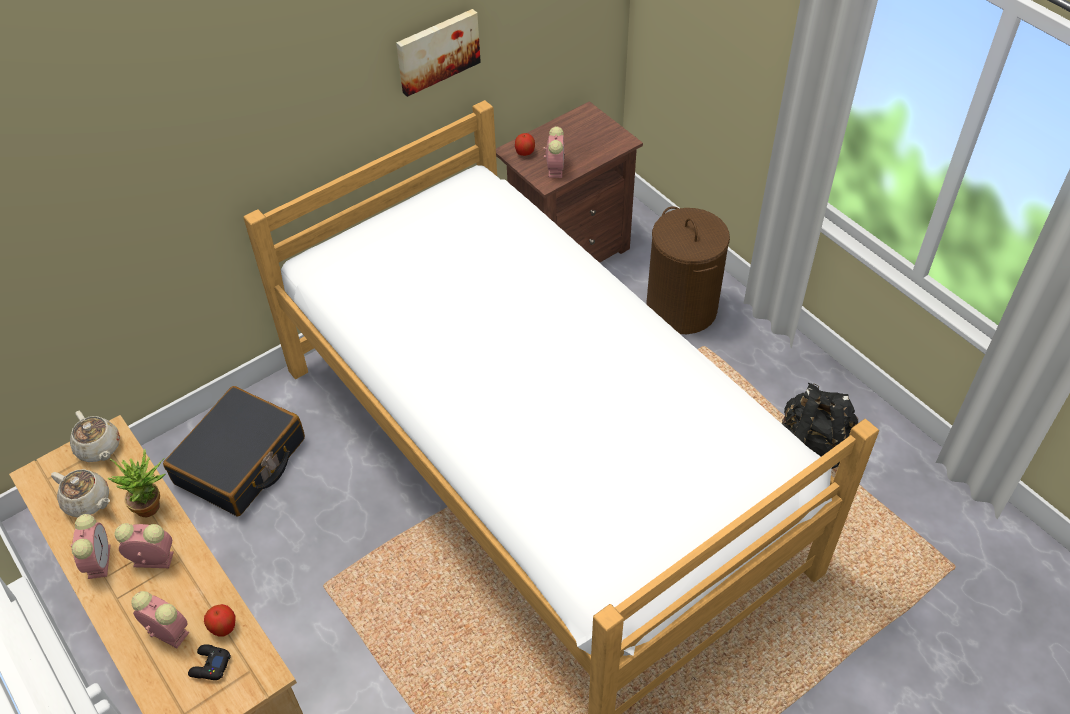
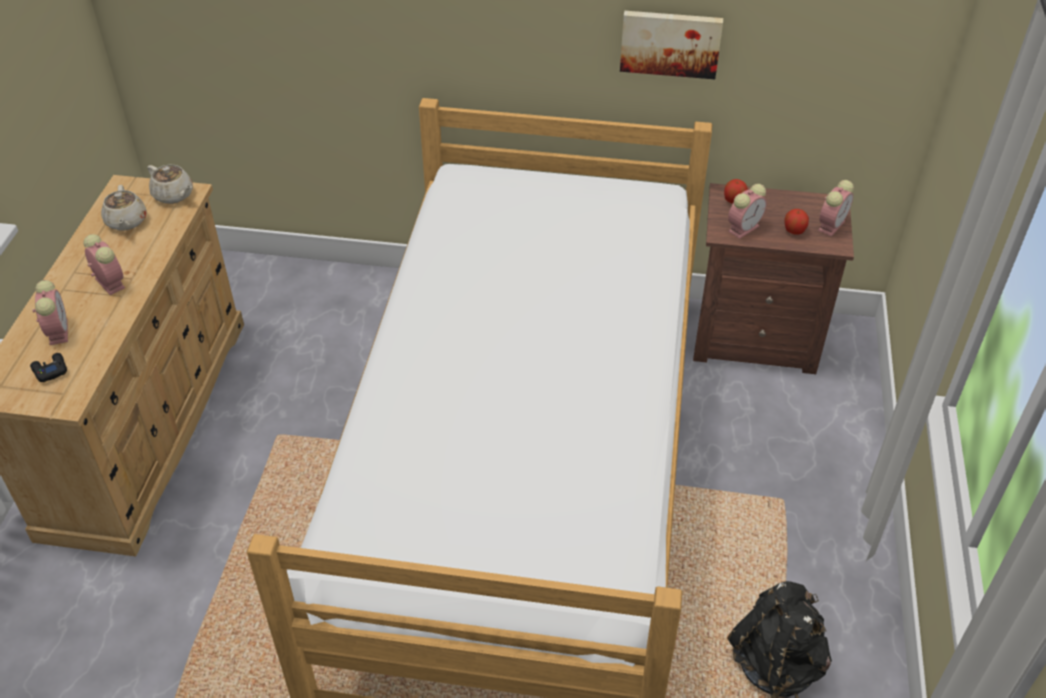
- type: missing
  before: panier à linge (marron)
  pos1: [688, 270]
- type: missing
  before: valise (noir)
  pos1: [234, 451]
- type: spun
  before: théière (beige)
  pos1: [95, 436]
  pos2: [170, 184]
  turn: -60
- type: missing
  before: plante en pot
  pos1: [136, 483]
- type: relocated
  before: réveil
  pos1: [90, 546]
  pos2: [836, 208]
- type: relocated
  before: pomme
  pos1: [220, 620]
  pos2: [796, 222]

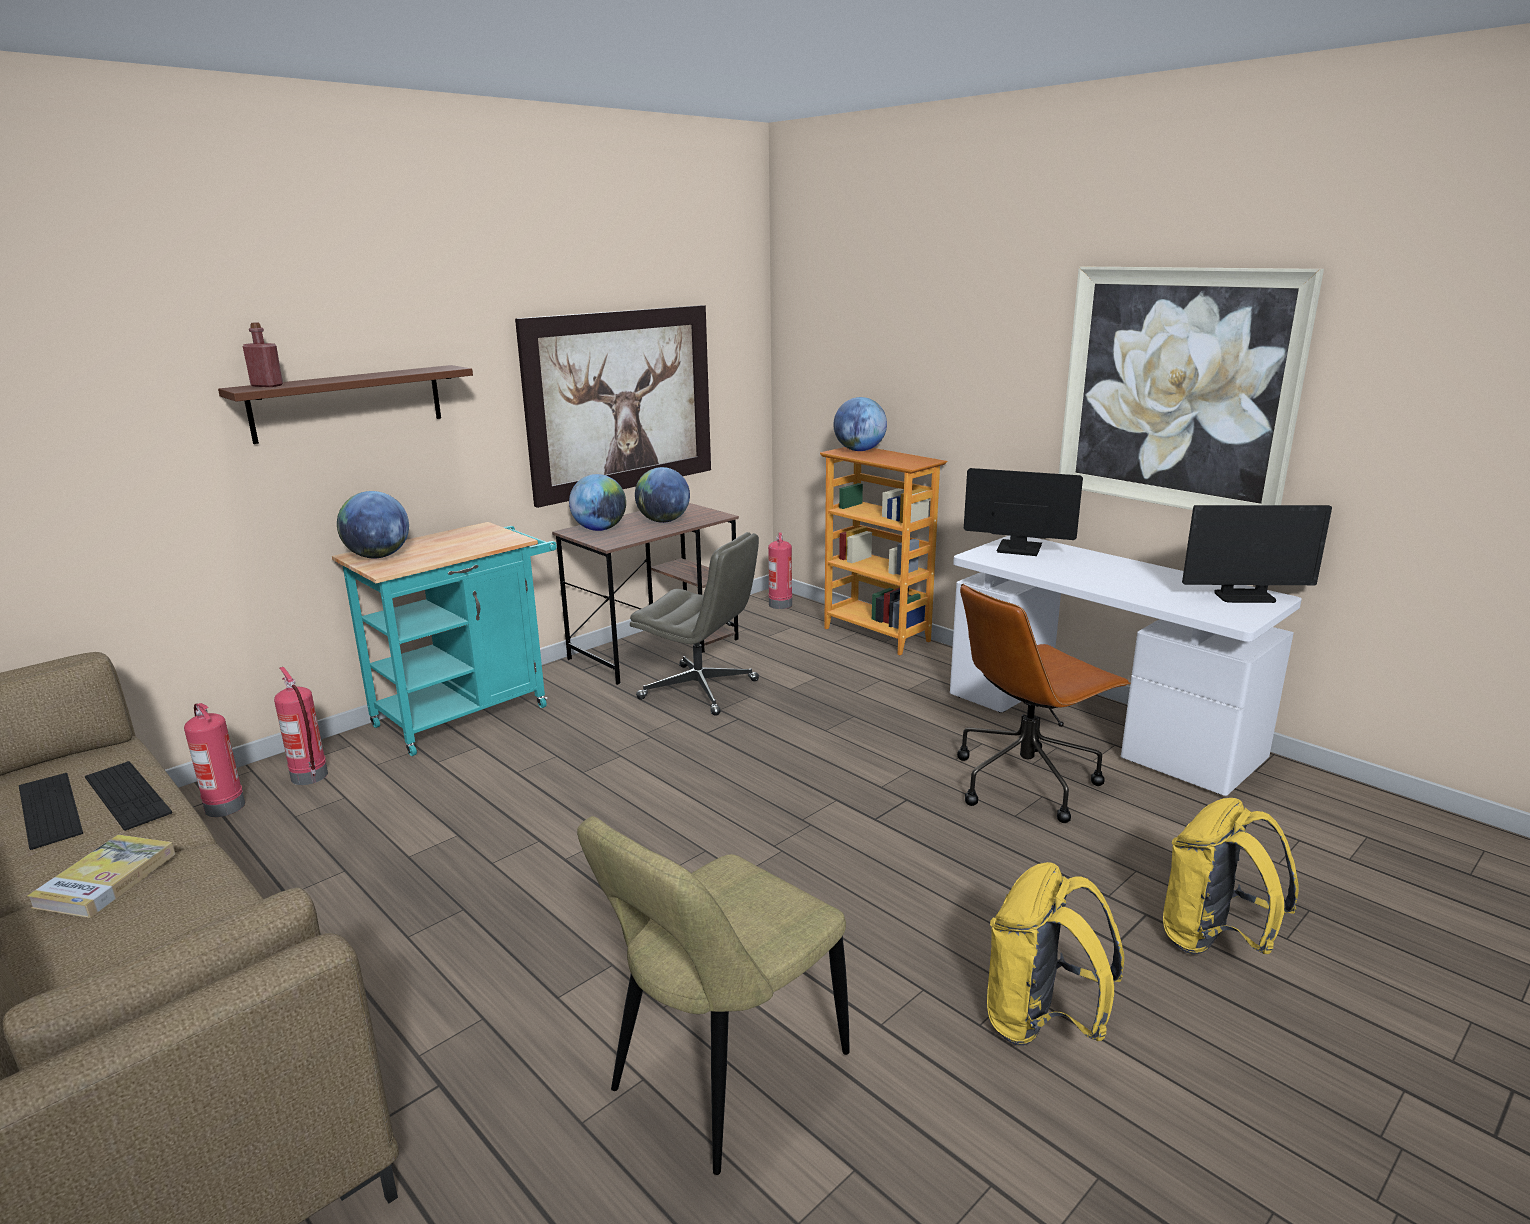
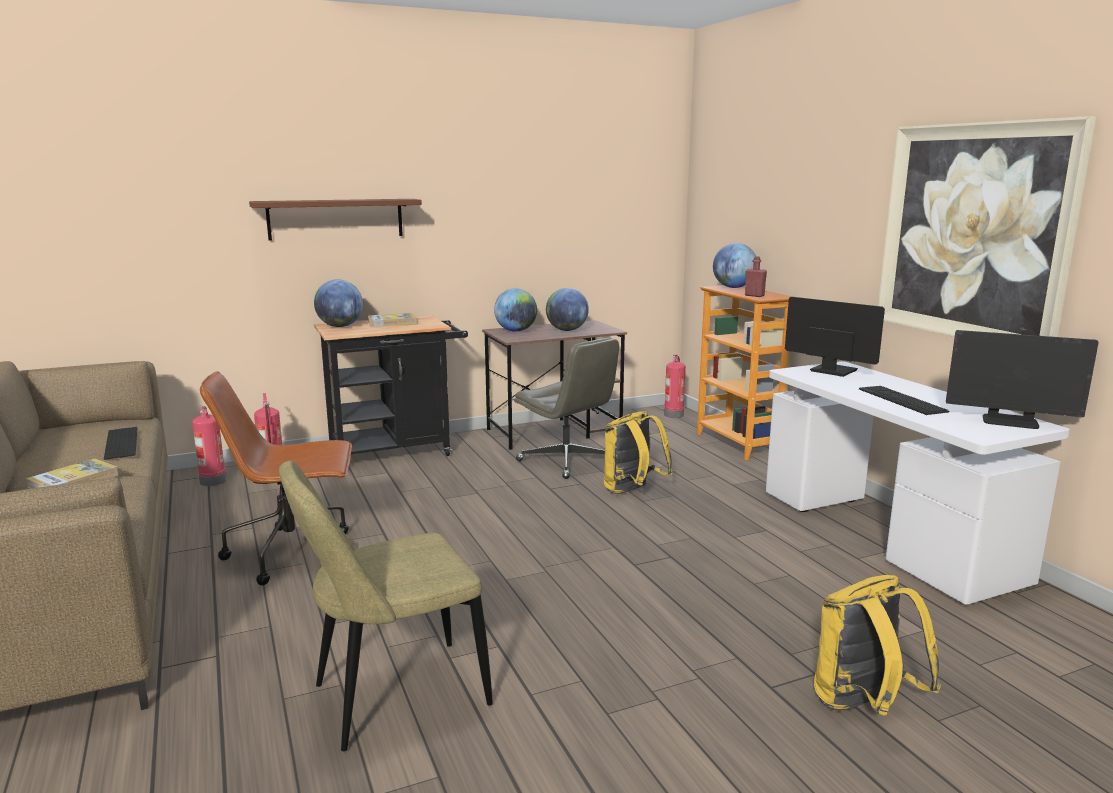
- type: missing
  before: tableau
  pos1: [613, 406]
- type: relocated
  before: bouteille (rouge)
  pos1: [263, 354]
  pos2: [756, 276]
- type: colour
  before: chariot (turquoise)
  after: chariot (noir)
  pos1: [444, 639]
  pos2: [391, 385]
- type: relocated
  before: chaise de bureau (marron)
  pos1: [1044, 703]
  pos2: [276, 478]
- type: relocated
  before: clavier
  pos1: [51, 811]
  pos2: [904, 400]
- type: relocated
  before: sac à dos (jaune)
  pos1: [1055, 954]
  pos2: [639, 452]
- type: appeared
  after: livre
  pos2: [392, 320]

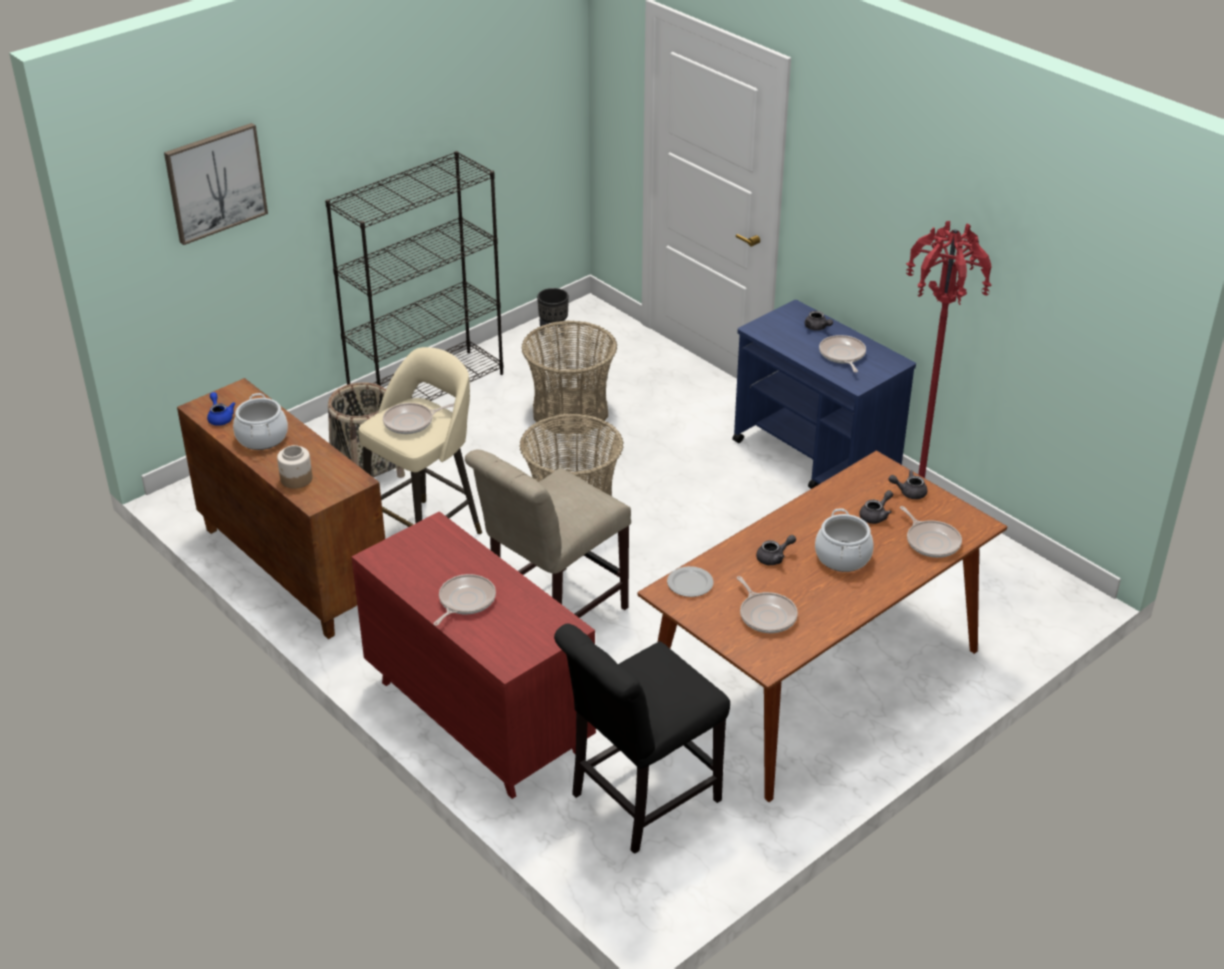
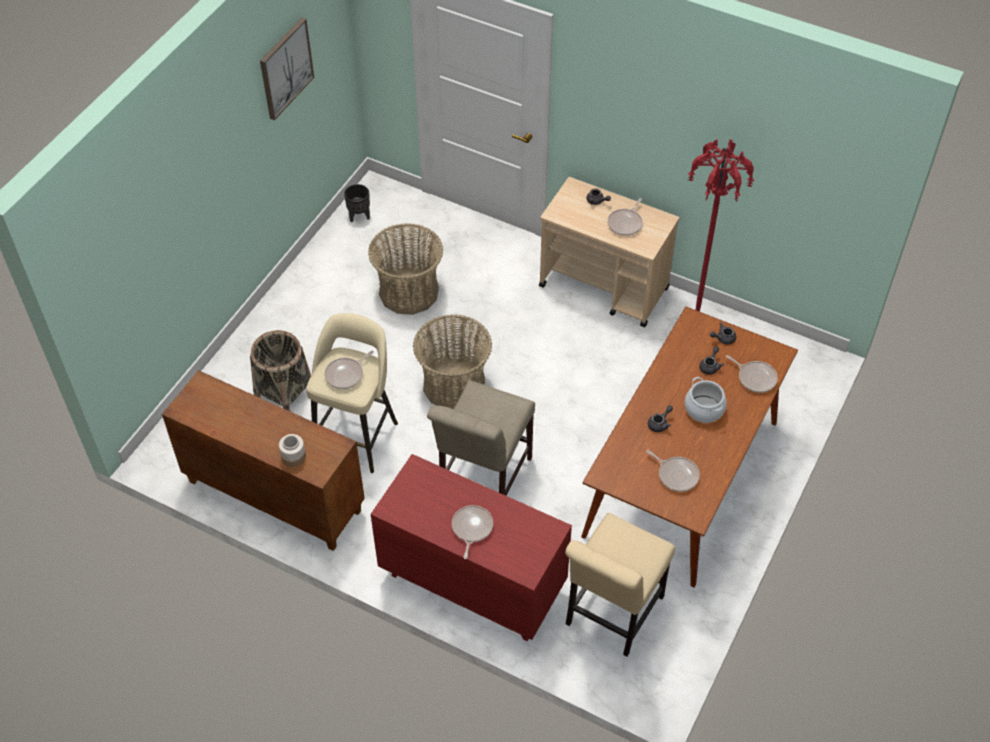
- type: relocated
  before: tableau
  pos1: [216, 184]
  pos2: [287, 69]
- type: missing
  before: bibliothèque (noir)
  pos1: [414, 276]
- type: colour
  before: chariot (bleu)
  after: chariot (beige)
  pos1: [824, 394]
  pos2: [609, 252]
- type: spun
  before: poêle
  pos1: [842, 353]
  pos2: [625, 217]
  turn: -120
- type: missing
  before: théière (bleu)
  pos1: [221, 409]
- type: missing
  before: marmite
  pos1: [260, 421]
- type: missing
  before: assiette
  pos1: [690, 581]
- type: colour
  before: chaise (noir)
  after: chaise (beige)
  pos1: [642, 739]
  pos2: [620, 585]

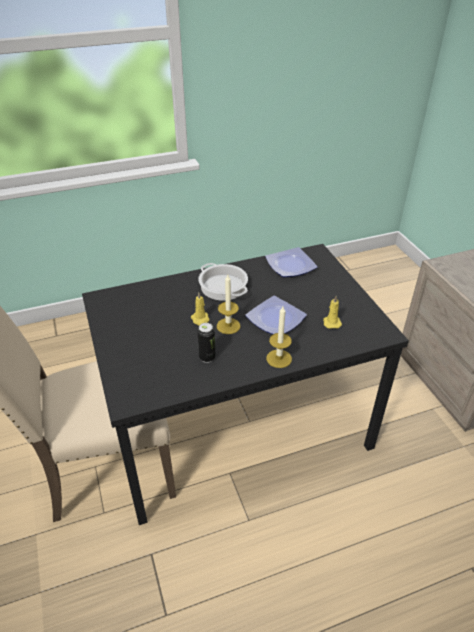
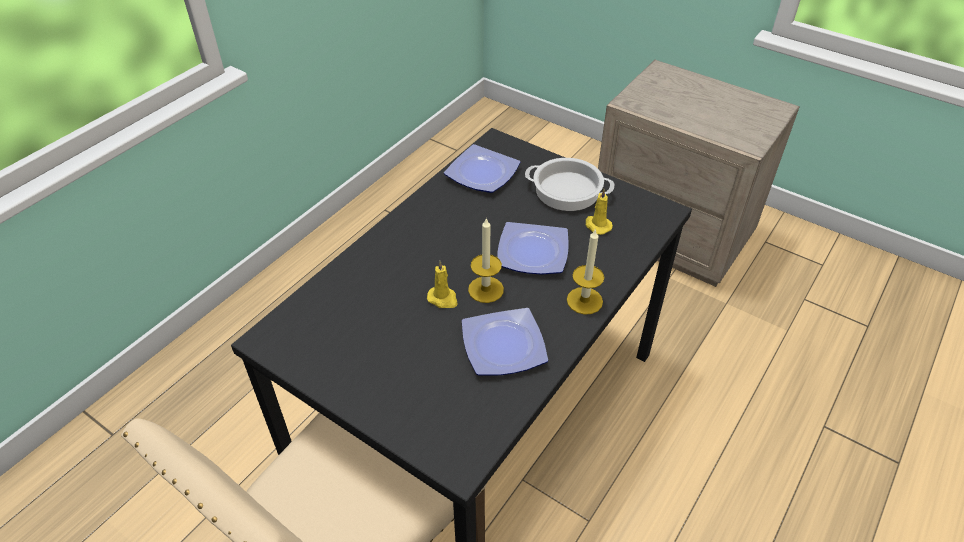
- type: relocated
  before: marmite
  pos1: [223, 282]
  pos2: [569, 184]
- type: exchanged
  before: boîte métallique
  after: assiette
  pos1: [206, 343]
  pos2: [505, 341]

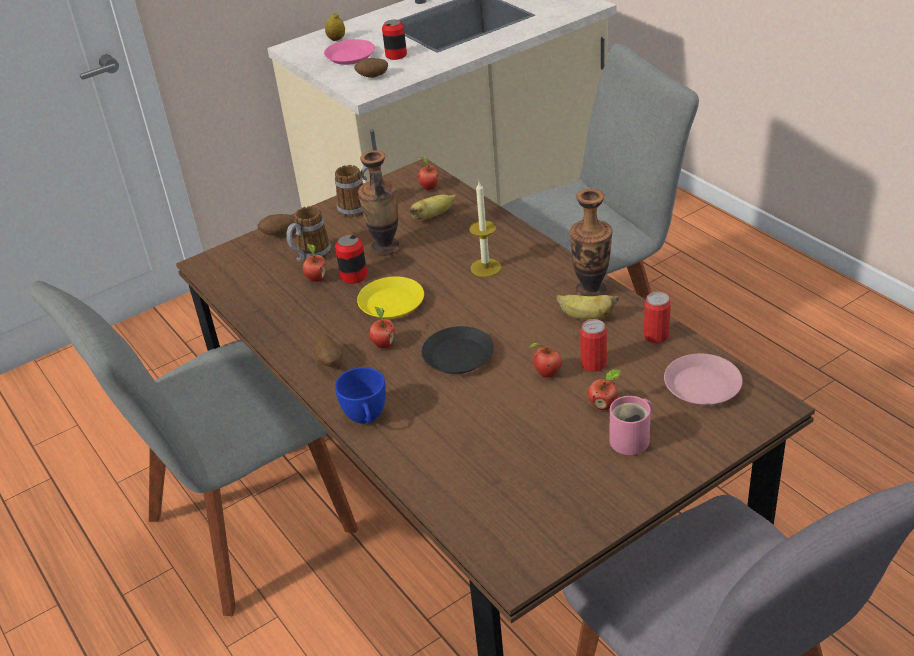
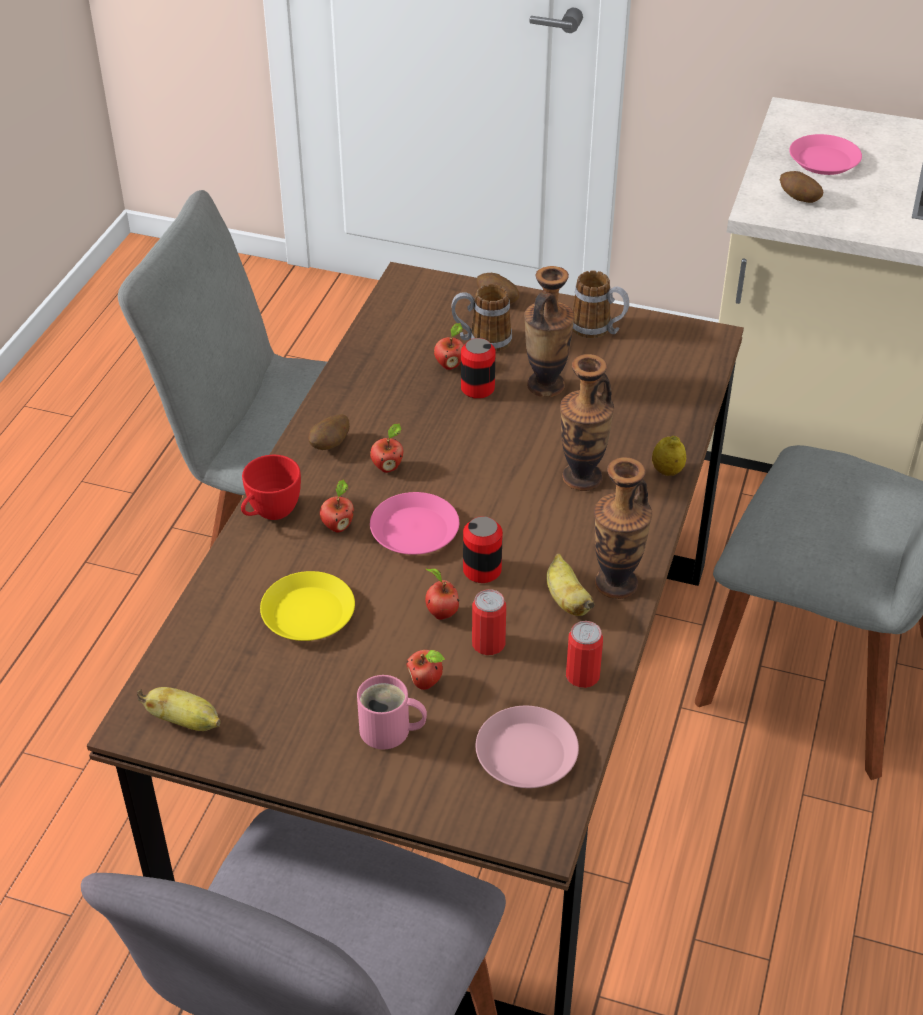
- type: relocated
  before: citron
  pos1: [335, 27]
  pos2: [669, 456]
- type: relocated
  before: boîte métallique
  pos1: [394, 40]
  pos2: [483, 549]
- type: relocated
  before: pomme
  pos1: [428, 173]
  pos2: [337, 506]
- type: exchanged
  before: bougie
  after: vase
  pos1: [485, 229]
  pos2: [587, 422]
- type: relocated
  before: banane
  pos1: [432, 207]
  pos2: [178, 709]
- type: relocated
  before: assiette (jaune)
  pos1: [390, 298]
  pos2: [307, 606]
- type: colour
  before: assiette (noir)
  after: assiette (rose)
  pos1: [458, 350]
  pos2: [414, 523]
- type: colour
  before: tasse (bleu)
  after: tasse (rouge)
  pos1: [360, 395]
  pos2: [271, 487]

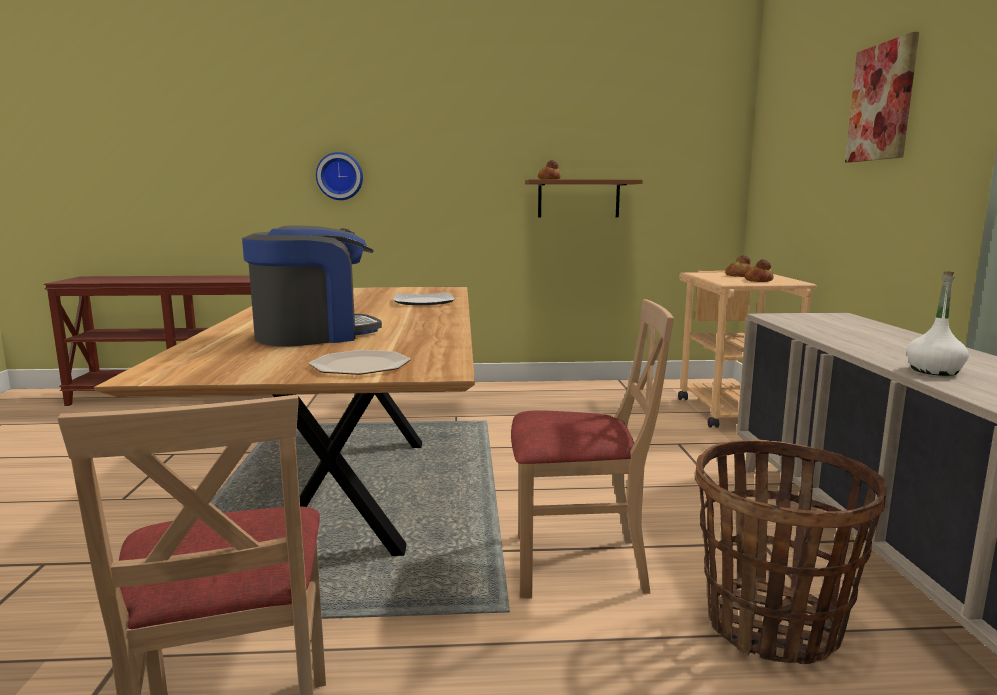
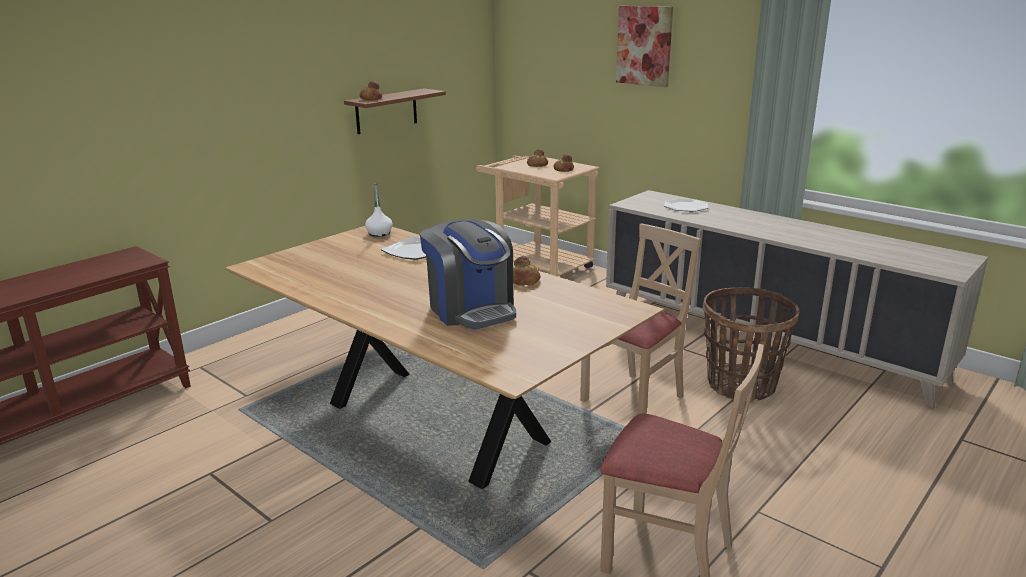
- type: missing
  before: horloge murale
  pos1: [339, 176]
- type: spun
  before: machine à café
  pos1: [312, 286]
  pos2: [468, 274]
  turn: 135
- type: relocated
  before: bouteille (blanc)
  pos1: [938, 324]
  pos2: [379, 210]
- type: relocated
  before: assiette
  pos1: [360, 362]
  pos2: [686, 205]
- type: appeared
  after: pain
  pos2: [527, 270]

